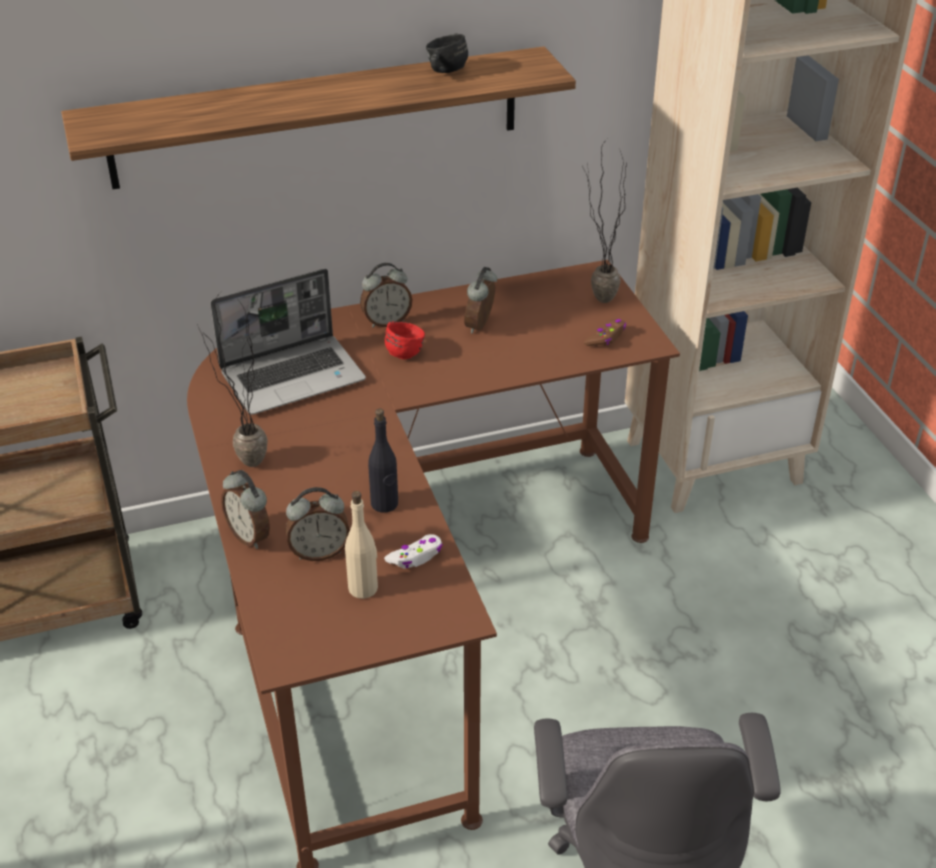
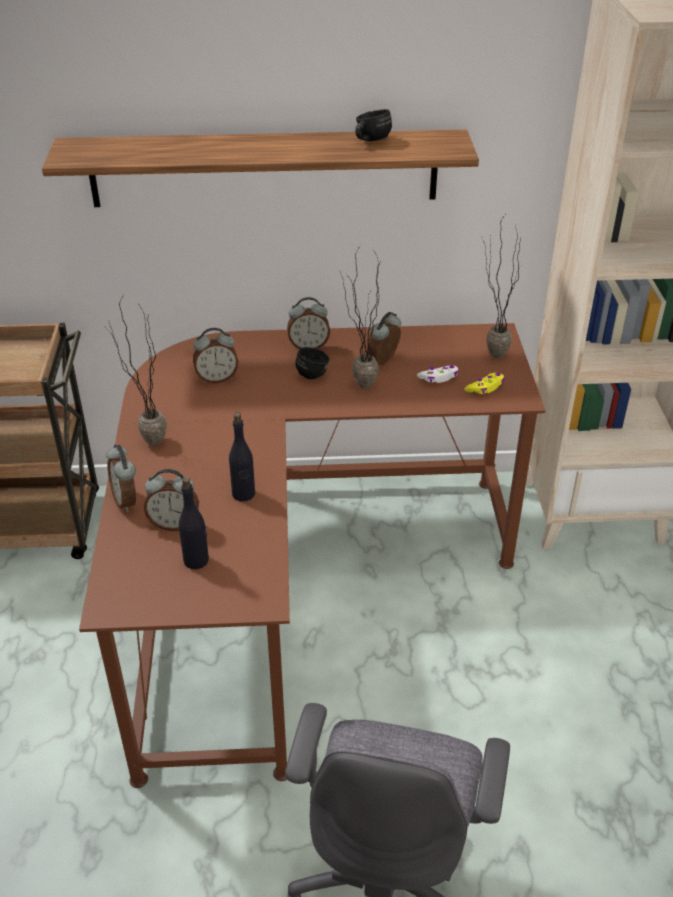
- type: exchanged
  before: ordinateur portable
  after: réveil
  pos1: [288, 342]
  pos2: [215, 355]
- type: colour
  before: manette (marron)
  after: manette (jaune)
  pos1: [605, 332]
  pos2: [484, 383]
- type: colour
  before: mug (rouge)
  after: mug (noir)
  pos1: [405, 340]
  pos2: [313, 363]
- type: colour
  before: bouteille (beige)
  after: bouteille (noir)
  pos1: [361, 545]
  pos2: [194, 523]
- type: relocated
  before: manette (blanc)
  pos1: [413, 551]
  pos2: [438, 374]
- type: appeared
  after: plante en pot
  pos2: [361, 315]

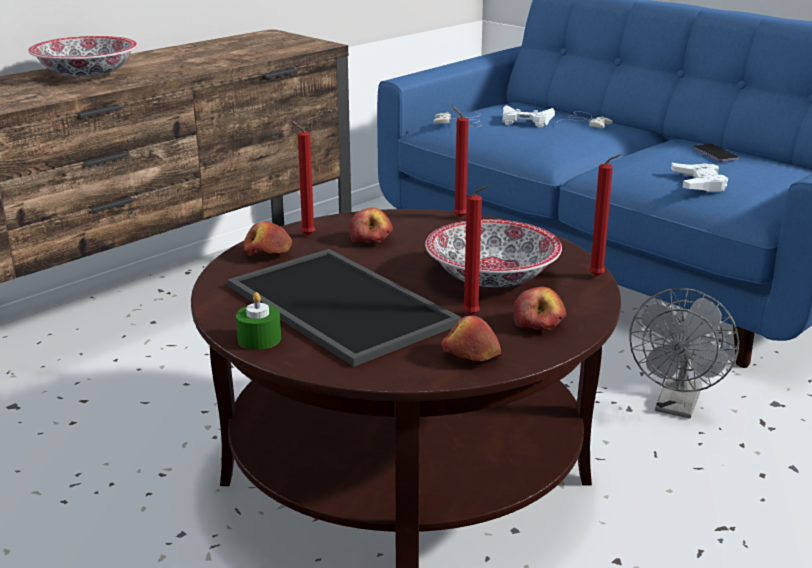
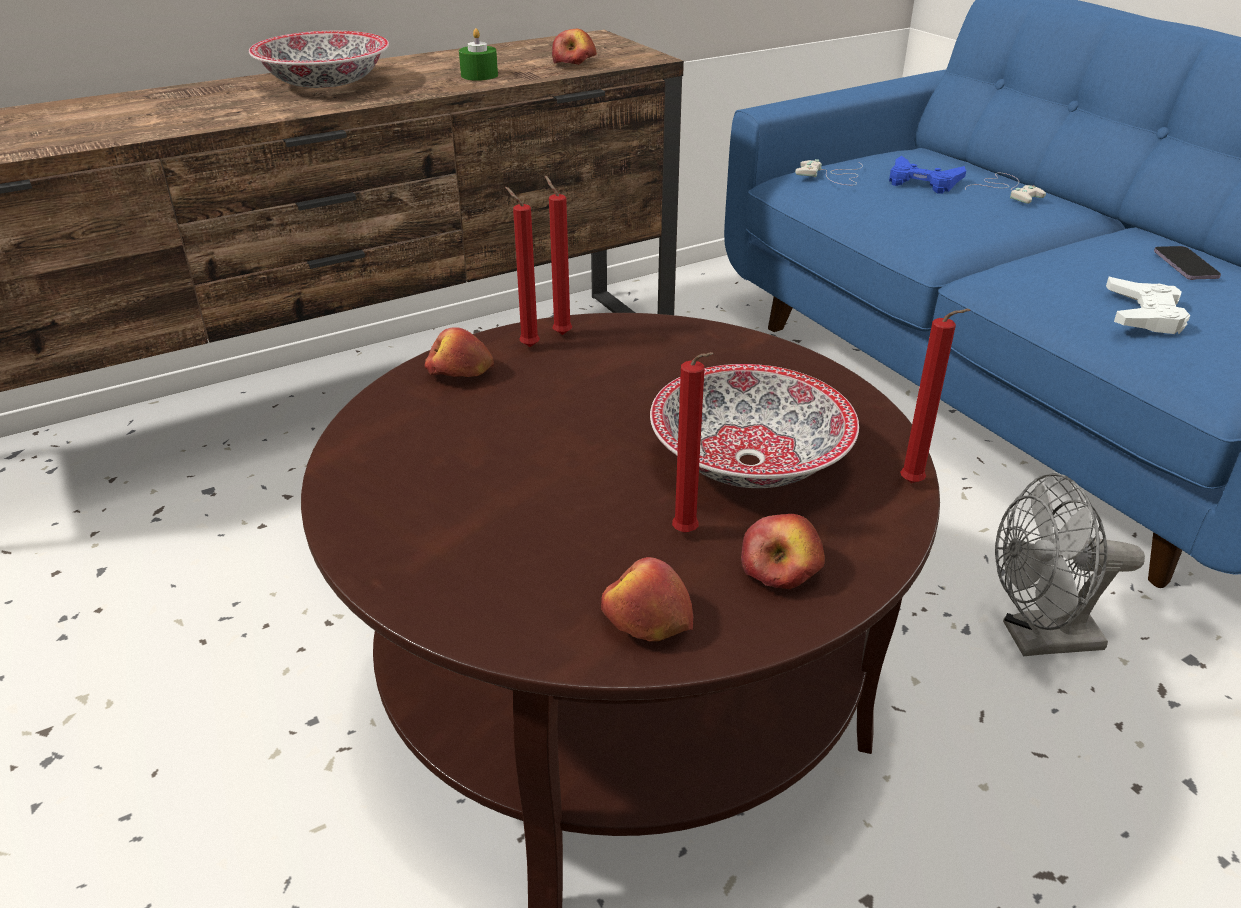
- type: colour
  before: manette (blanc)
  after: manette (bleu)
  pos1: [528, 116]
  pos2: [927, 175]
- type: relocated
  before: bougie (rouge)
  pos1: [460, 161]
  pos2: [558, 255]
- type: relocated
  before: pomme
  pos1: [371, 225]
  pos2: [574, 47]
- type: missing
  before: plateau
  pos1: [344, 308]
- type: spun
  before: ventilateur (gris)
  pos1: [684, 353]
  pos2: [1070, 564]
  turn: 45
- type: relocated
  before: bougie (vert)
  pos1: [258, 321]
  pos2: [478, 54]

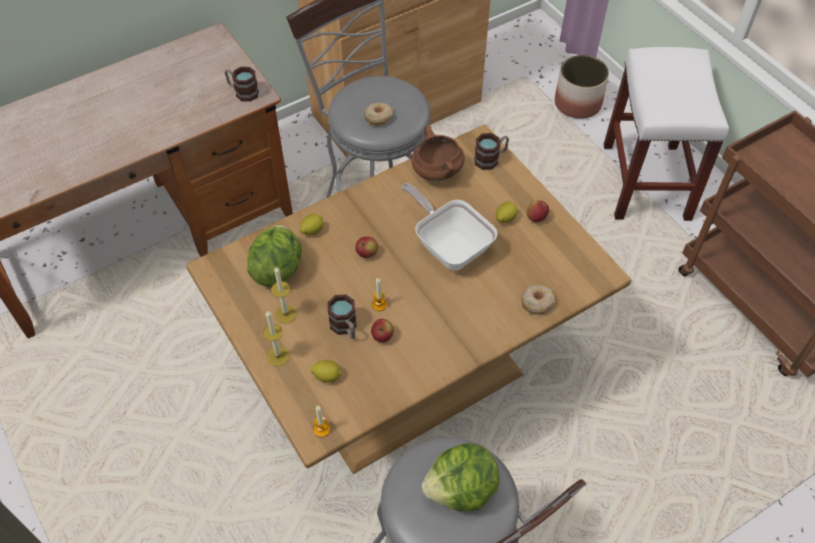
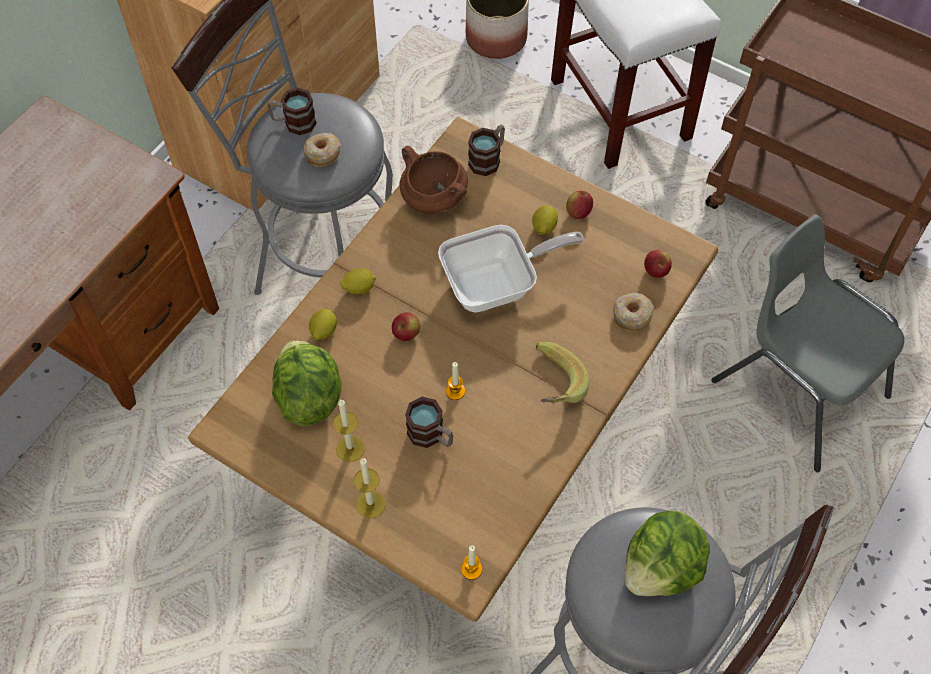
- type: relocated
  before: mug
  pos1: [242, 84]
  pos2: [292, 111]
- type: spun
  before: poêle
  pos1: [449, 226]
  pos2: [511, 268]
  turn: 135
- type: relocated
  before: pomme
  pos1: [382, 330]
  pos2: [658, 264]
- type: relocated
  before: citron
  pos1: [326, 371]
  pos2: [358, 281]
- type: appeared
  after: chaise (gris)
  pos2: [807, 343]
- type: appeared
  after: banane
  pos2: [562, 373]

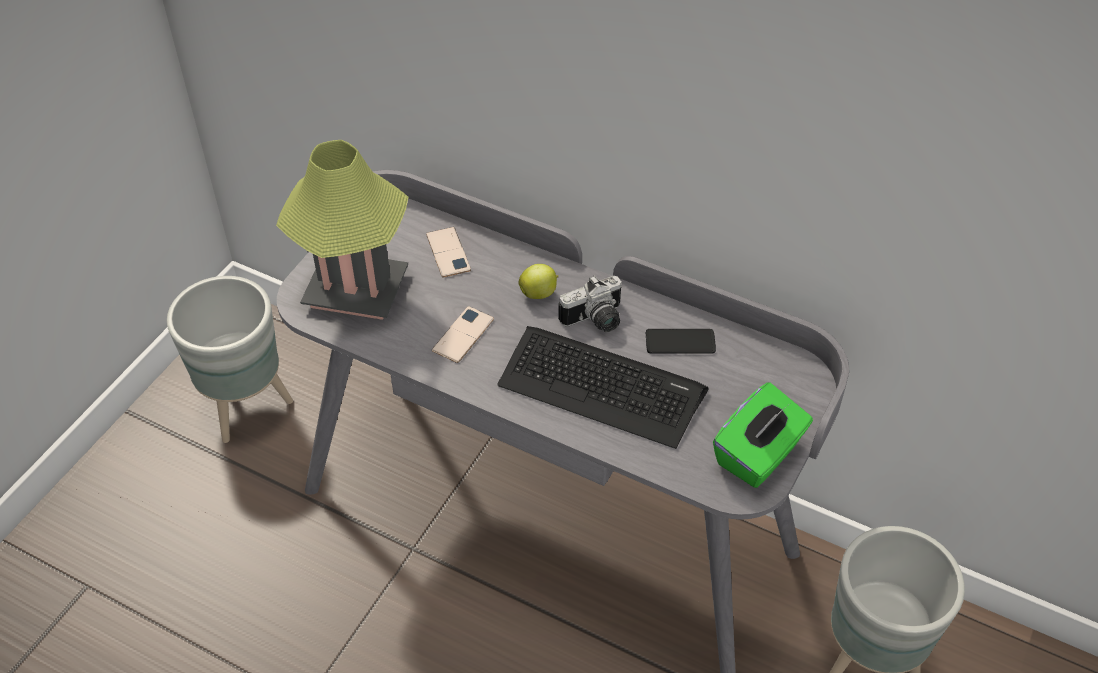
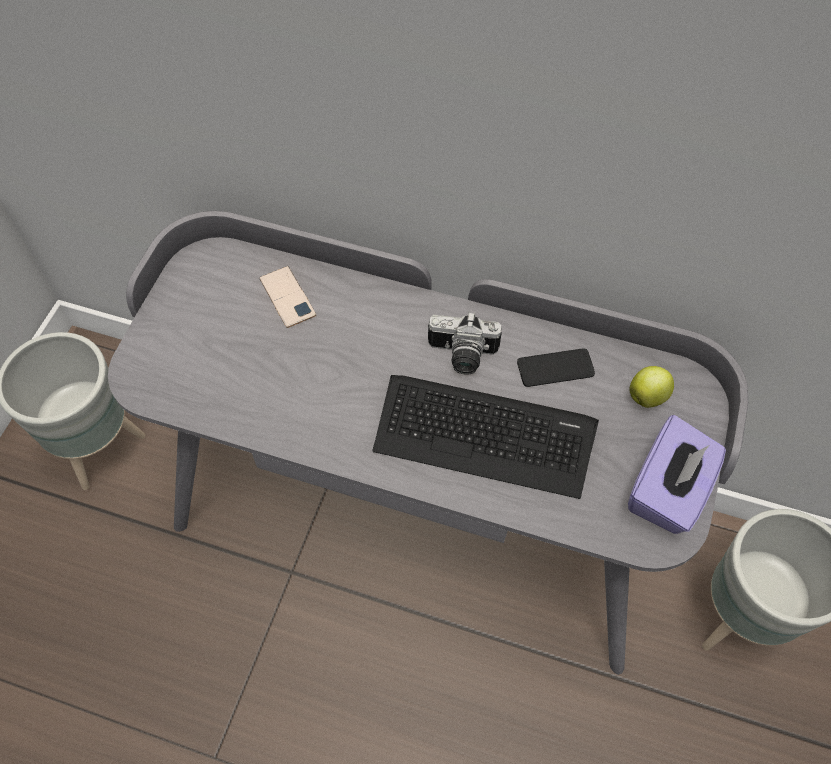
- type: missing
  before: lampe de table
  pos1: [342, 230]
- type: relocated
  before: pomme
  pos1: [538, 281]
  pos2: [651, 387]
- type: spun
  before: appareil photo
  pos1: [590, 304]
  pos2: [465, 343]
  turn: 45
- type: missing
  before: téléphone
  pos1: [463, 334]
- type: colour
  before: boîte à mouchoirs (vert)
  after: boîte à mouchoirs (violet)
  pos1: [763, 435]
  pos2: [677, 474]

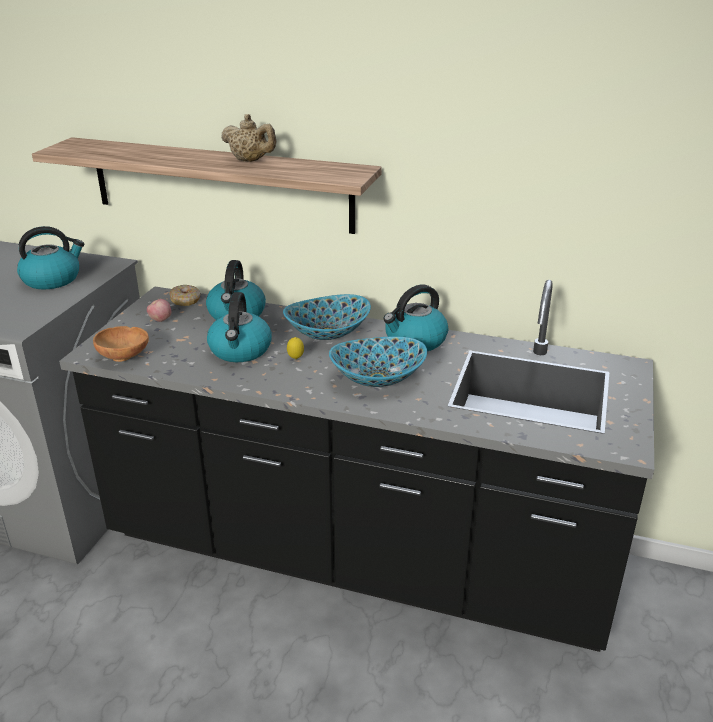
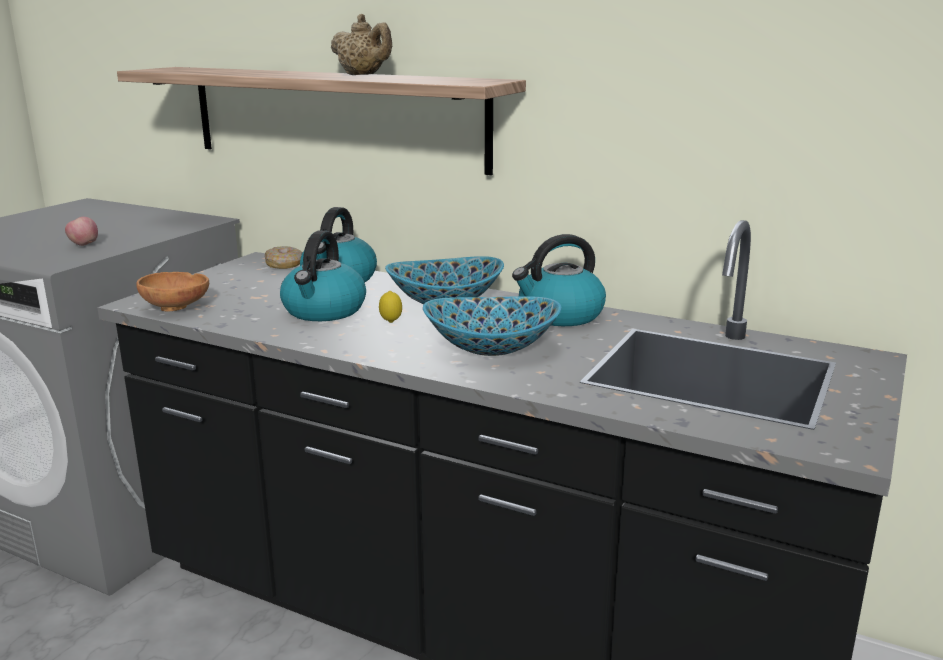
- type: missing
  before: bouilloire
  pos1: [50, 258]
- type: relocated
  before: pomme
  pos1: [159, 310]
  pos2: [81, 231]

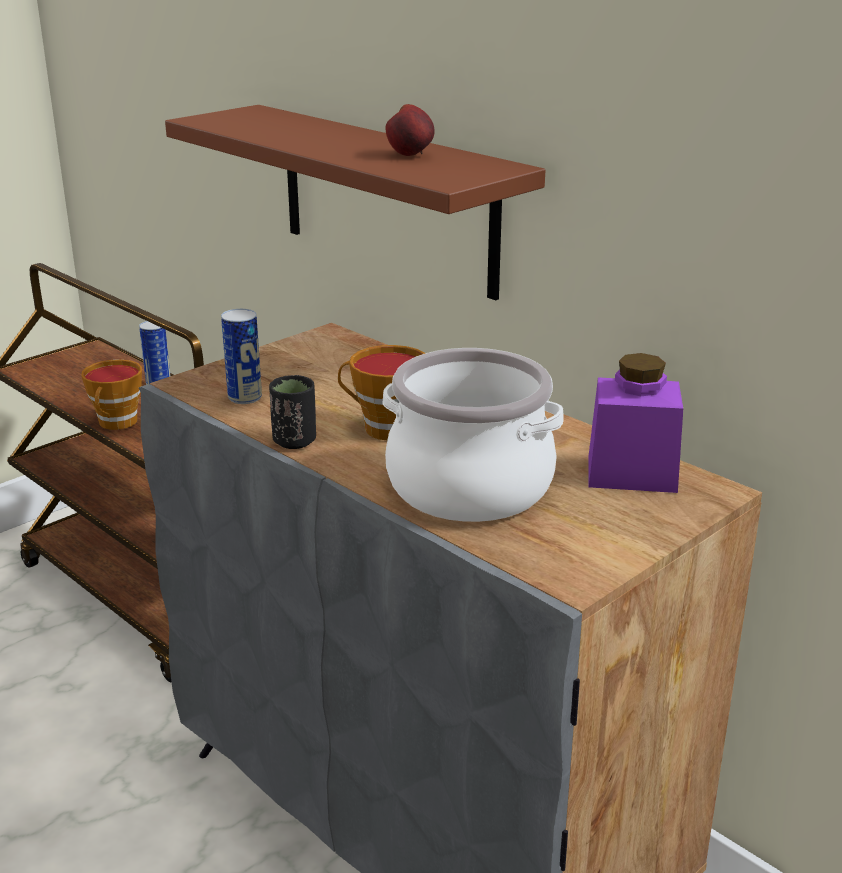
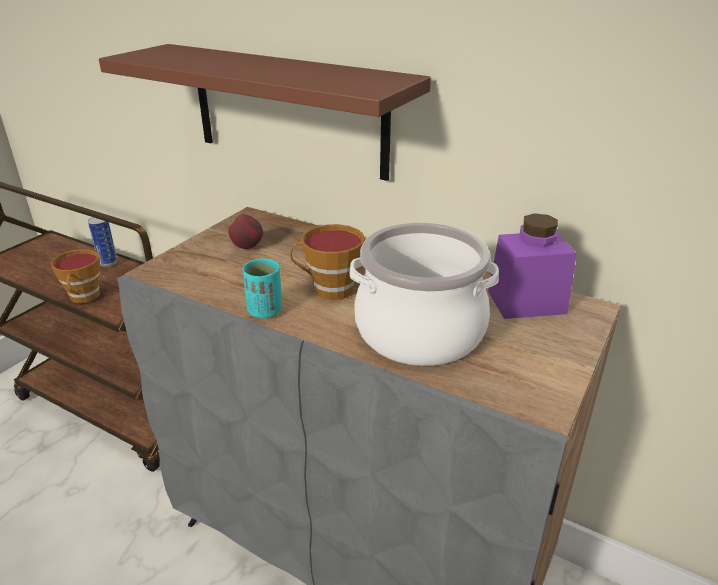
- type: relocated
  before: pomme
  pos1: [410, 130]
  pos2: [245, 231]
- type: missing
  before: boîte métallique
  pos1: [241, 356]
- type: colour
  before: tasse (noir)
  after: tasse (turquoise)
  pos1: [292, 412]
  pos2: [262, 288]

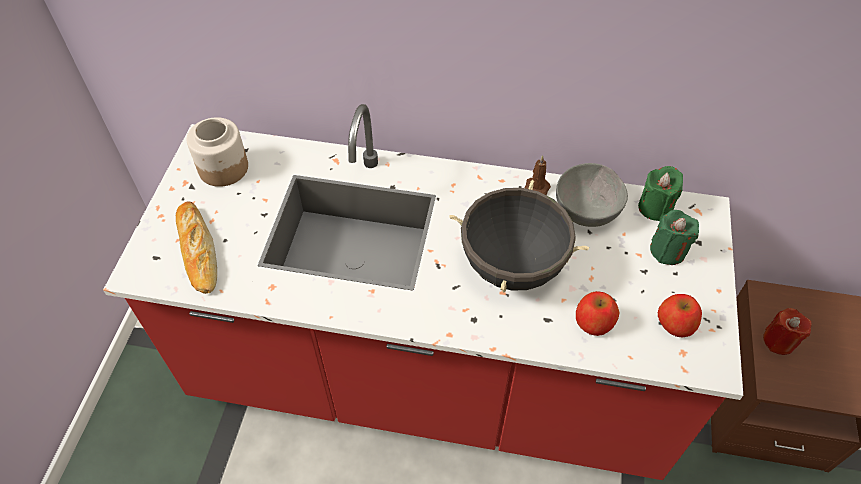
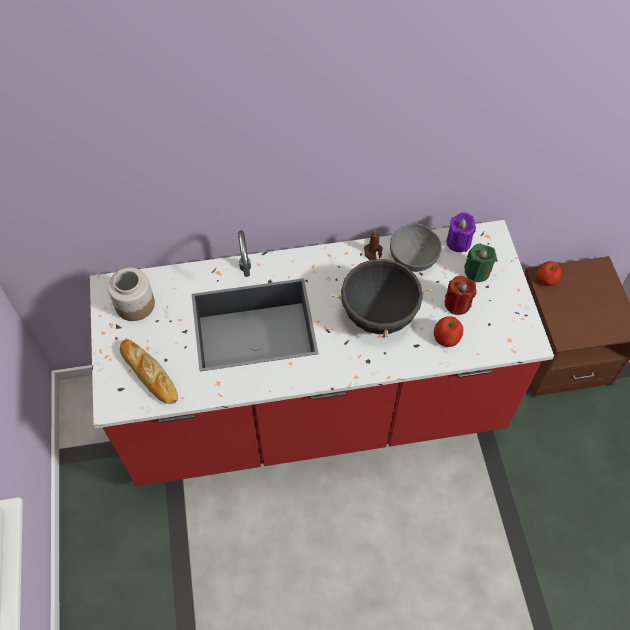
- type: colour
  before: bougie (vert)
  after: bougie (violet)
  pos1: [660, 193]
  pos2: [461, 232]
- type: relocated
  before: pomme
  pos1: [680, 316]
  pos2: [548, 273]
- type: relocated
  before: bougie (rouge)
  pos1: [787, 331]
  pos2: [461, 295]

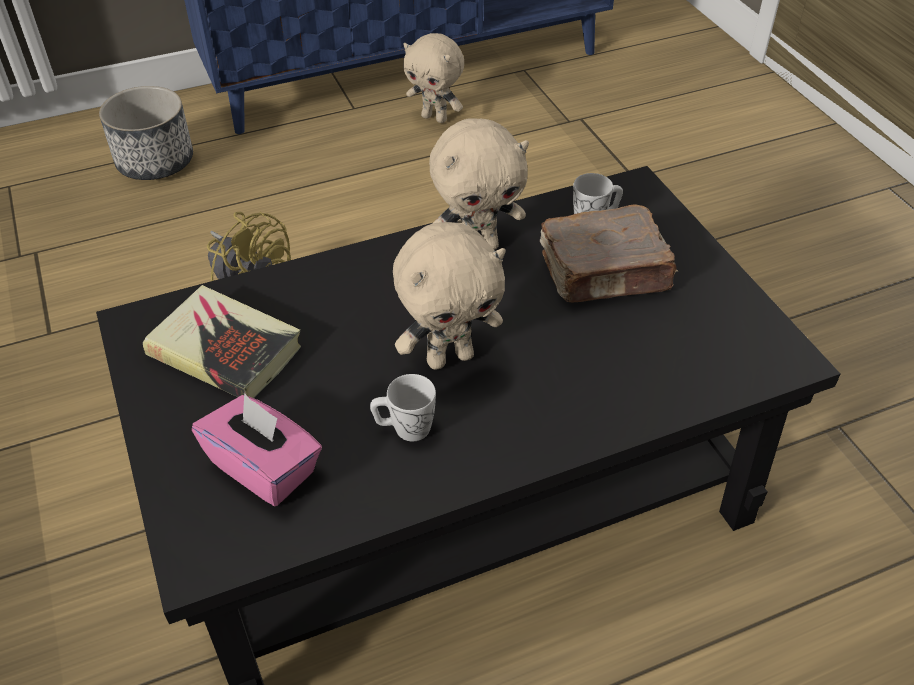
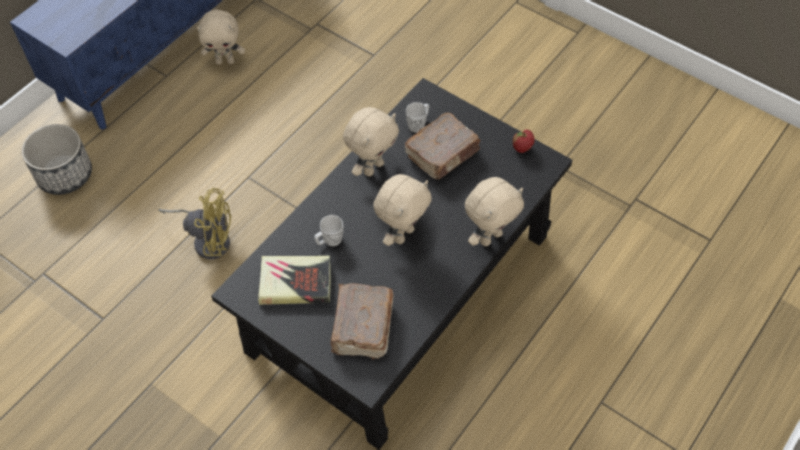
- type: relocated
  before: mug (blanc)
  pos1: [403, 407]
  pos2: [328, 230]
- type: exchanged
  before: boîte à mouchoirs (rose)
  after: livre (marron)
  pos1: [257, 449]
  pos2: [362, 321]
- type: appeared
  after: pomme
  pos2: [524, 141]
- type: appeared
  after: peluche (beige)
  pos2: [494, 211]

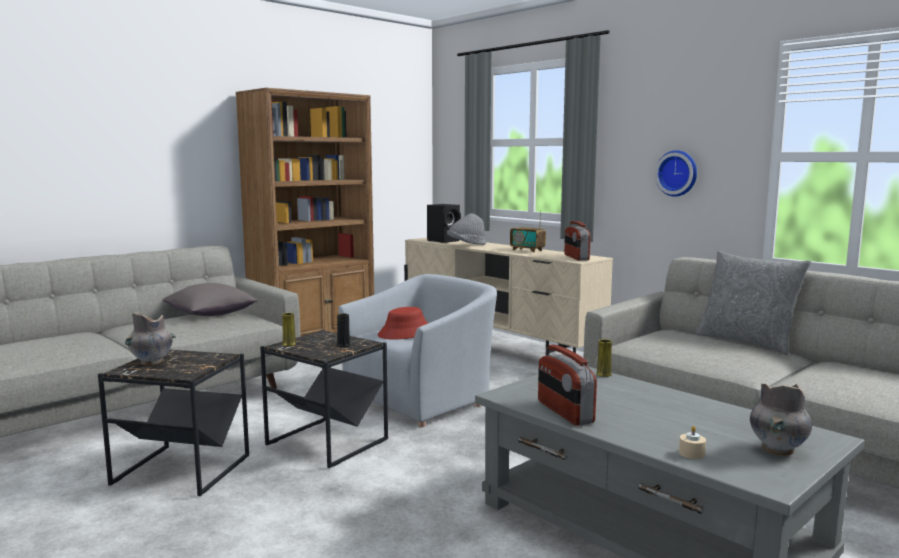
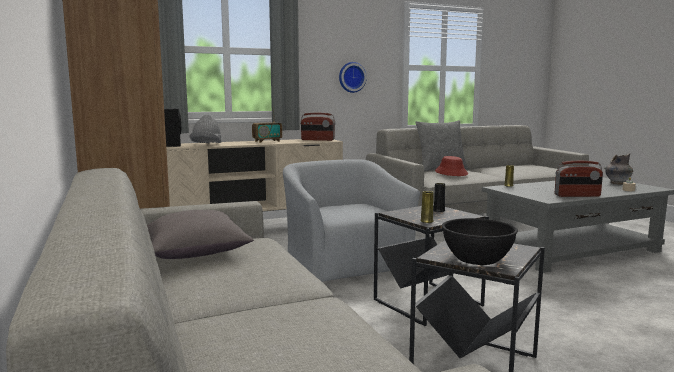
- type: relocated
  before: chapeau (rouge)
  pos1: [403, 323]
  pos2: [451, 166]
- type: exchanged
  before: vase (gris)
  after: bol (noir)
  pos1: [151, 339]
  pos2: [480, 241]

